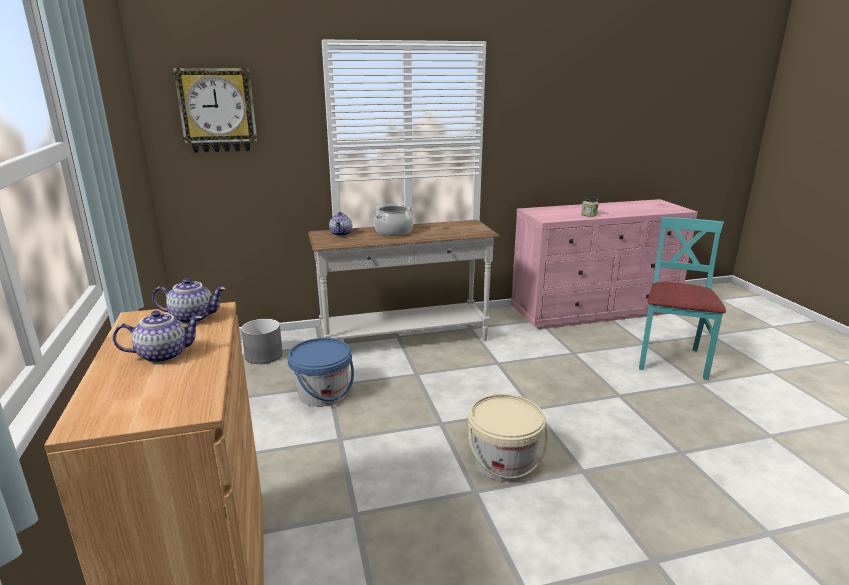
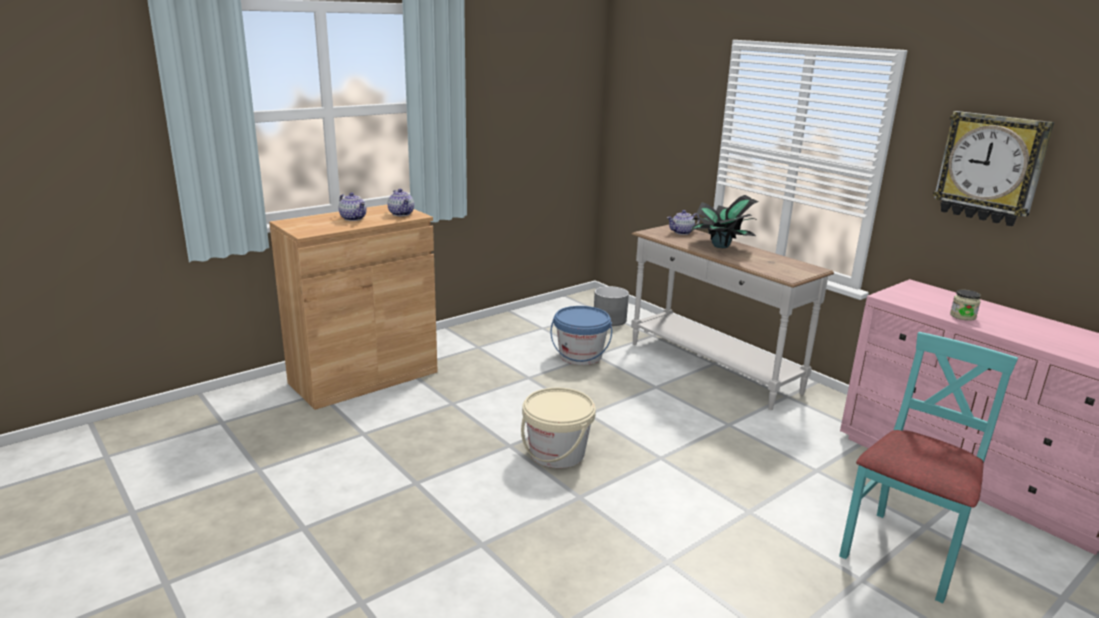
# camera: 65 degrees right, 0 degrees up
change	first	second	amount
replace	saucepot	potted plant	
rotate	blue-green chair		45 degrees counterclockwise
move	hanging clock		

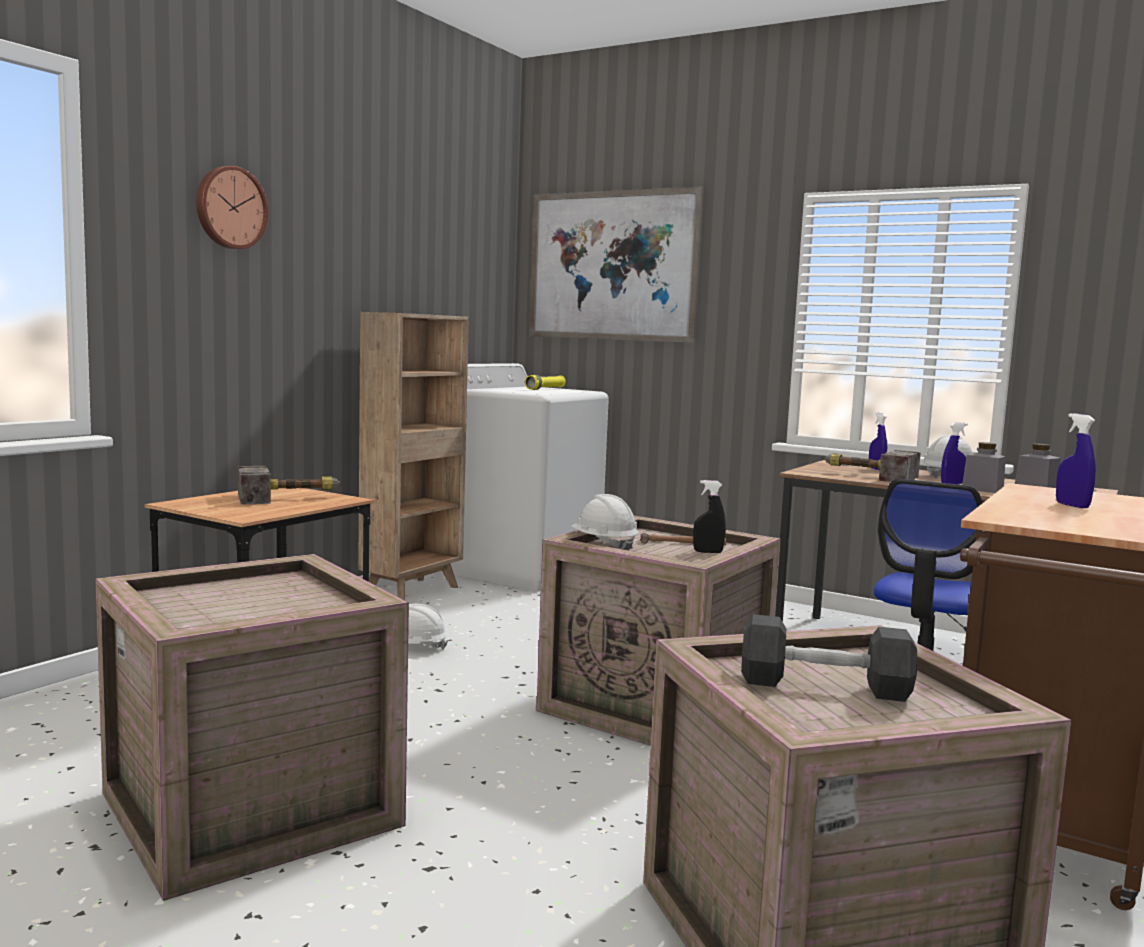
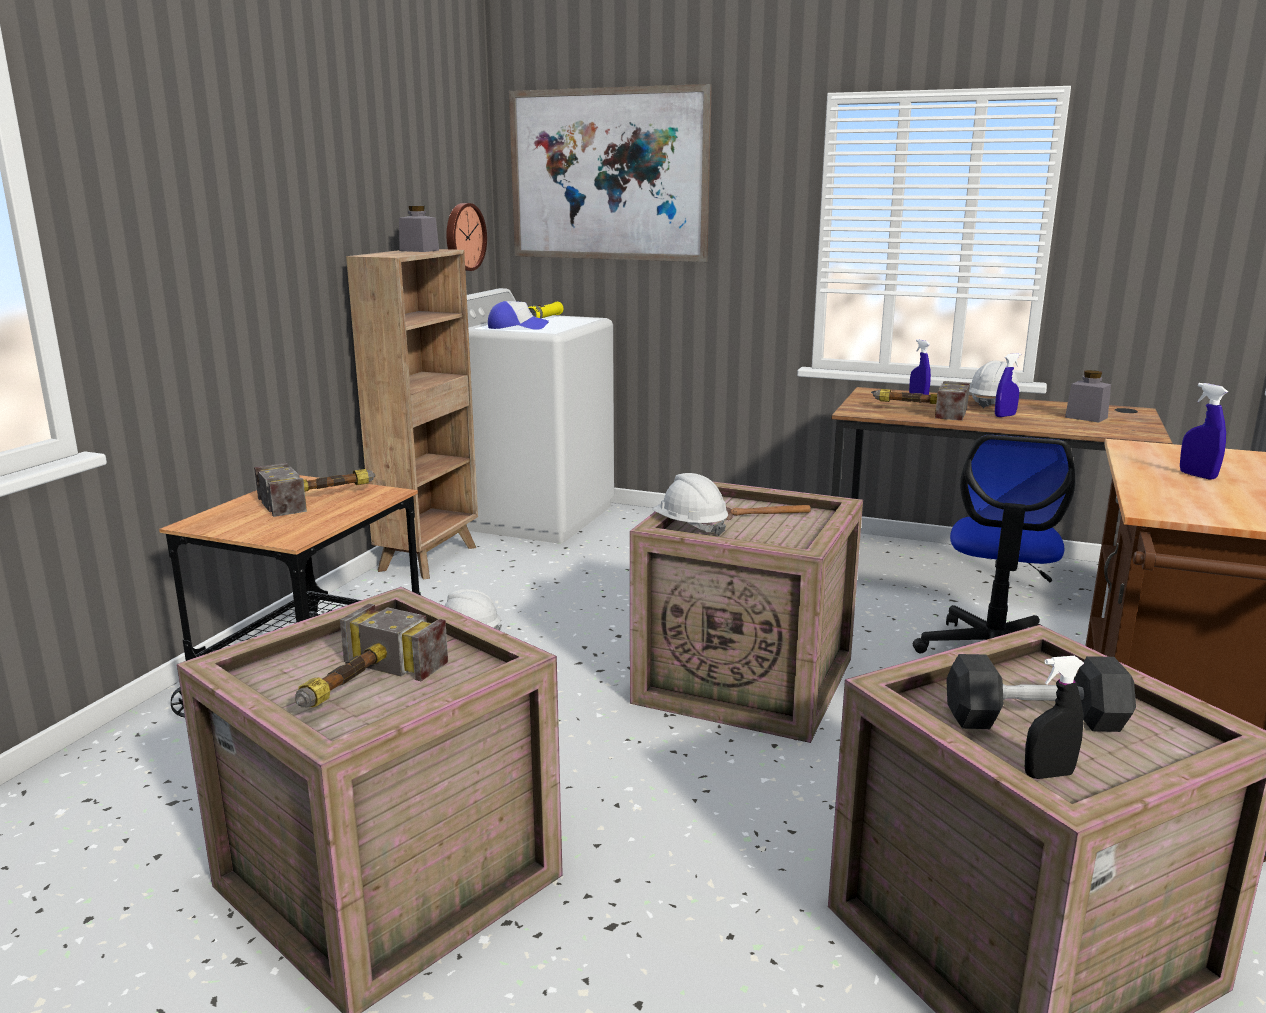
# camera: 10 degrees left, 10 degrees up
change	first	second	amount
insert		hammer (2nd from left)	
move	grey preserve jar (1st from left)		
move	hanging clock		
insert		cap	
move	blackish hand sprayer		

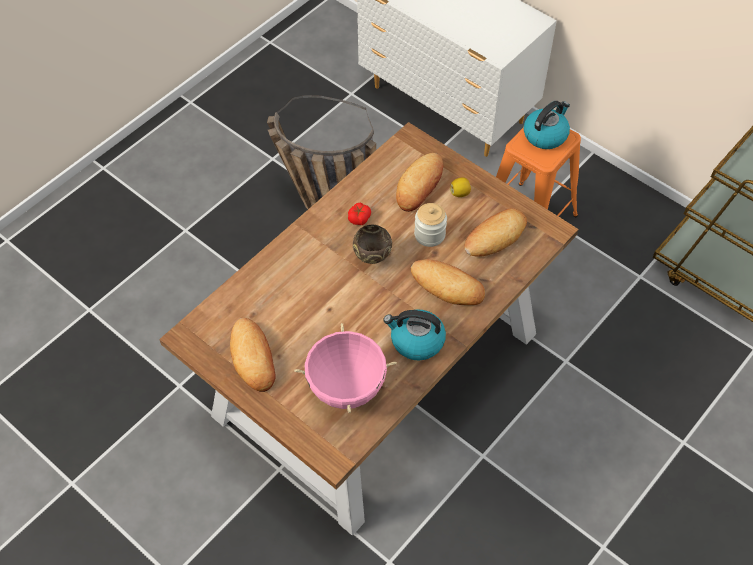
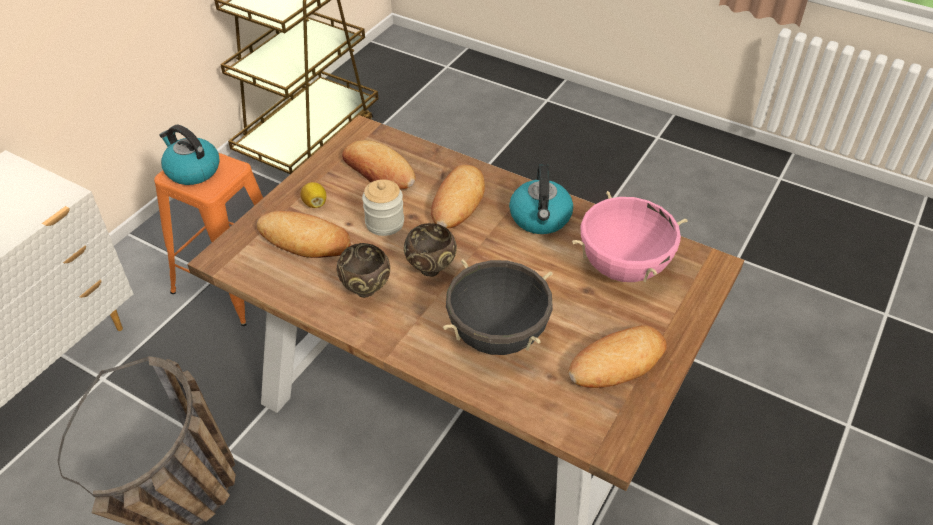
# camera: 100 degrees left, 10 degrees down
change	first	second	amount
replace	whole tomato	brownish serving bowl (1st from left)	
insert		blackish saucepot	

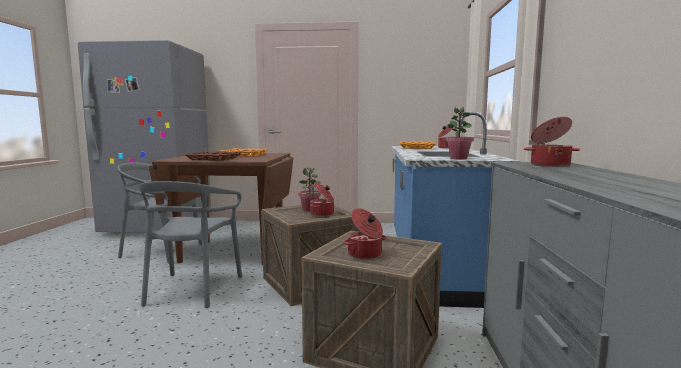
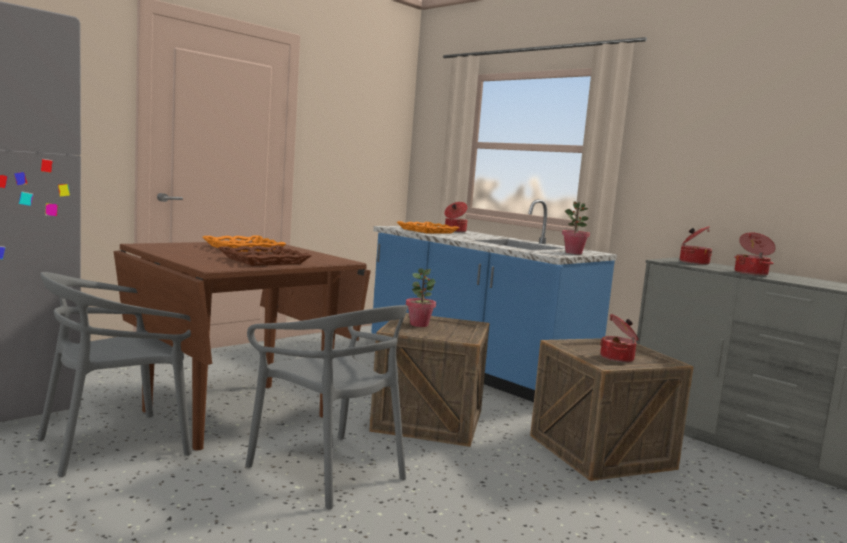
# camera: 50 degrees left, 0 degrees up
change	first	second	amount
move	saucepot (1st from left in the first image)	saucepot (4th from left)	

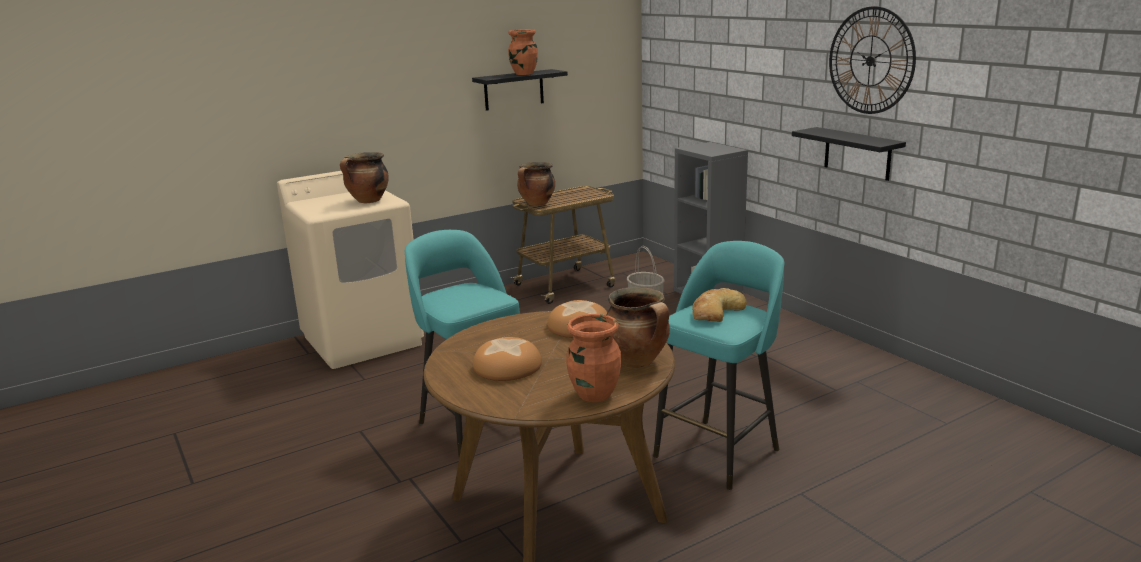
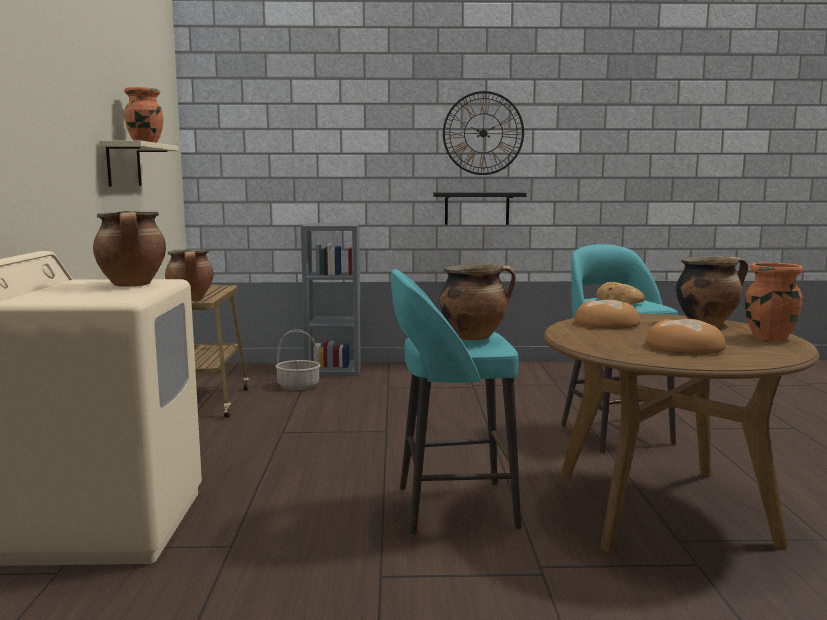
# camera: 60 degrees left, 10 degrees down
change	first	second	amount
recolor	blackish bracket shelf (1st from left)	sand-coloured bracket shelf	
insert		saucepot (3rd from left)	

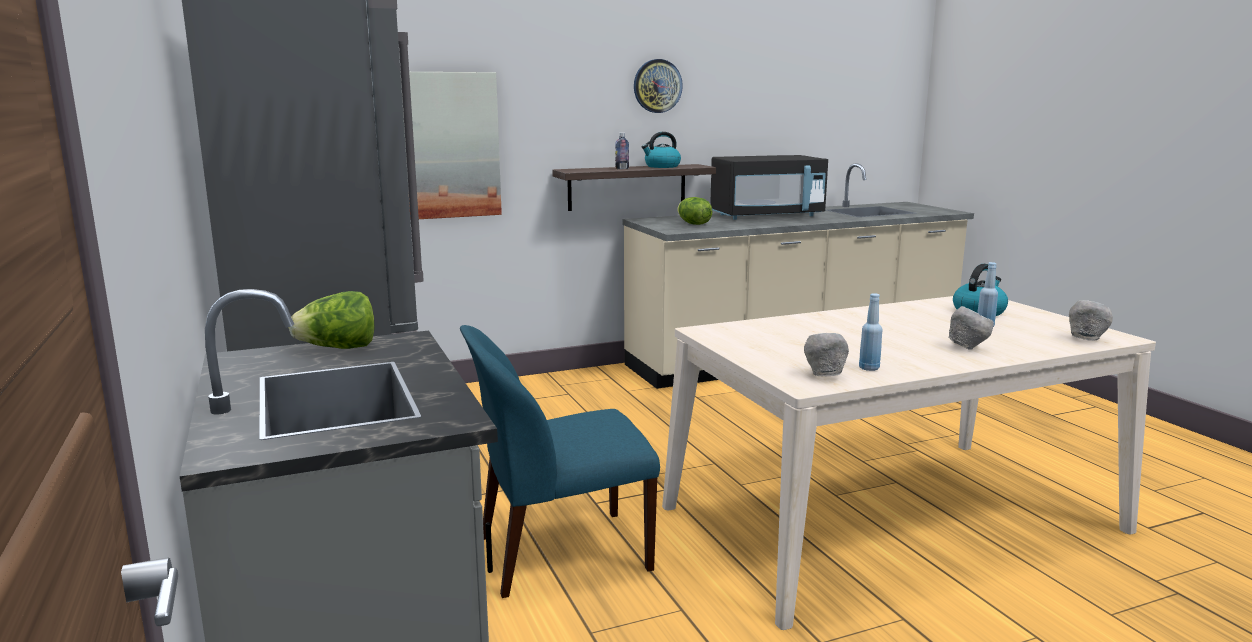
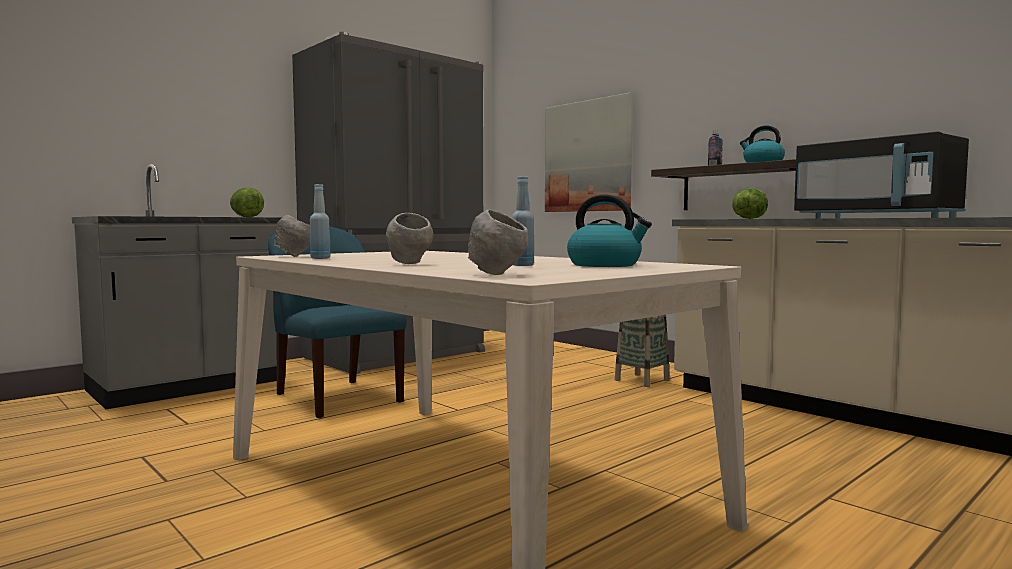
# camera: 70 degrees right, 10 degrees down
change	first	second	amount
insert		basket	
delete	hanging clock		

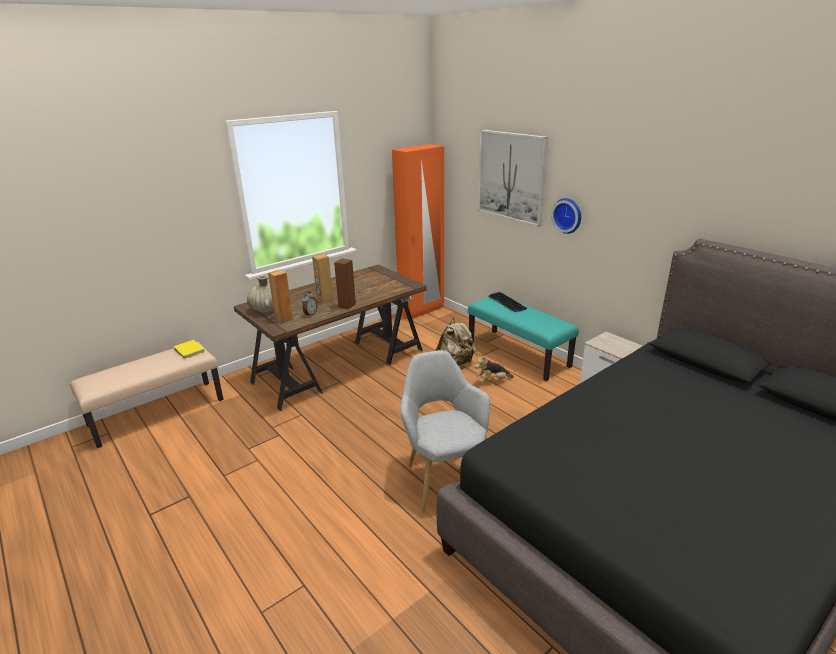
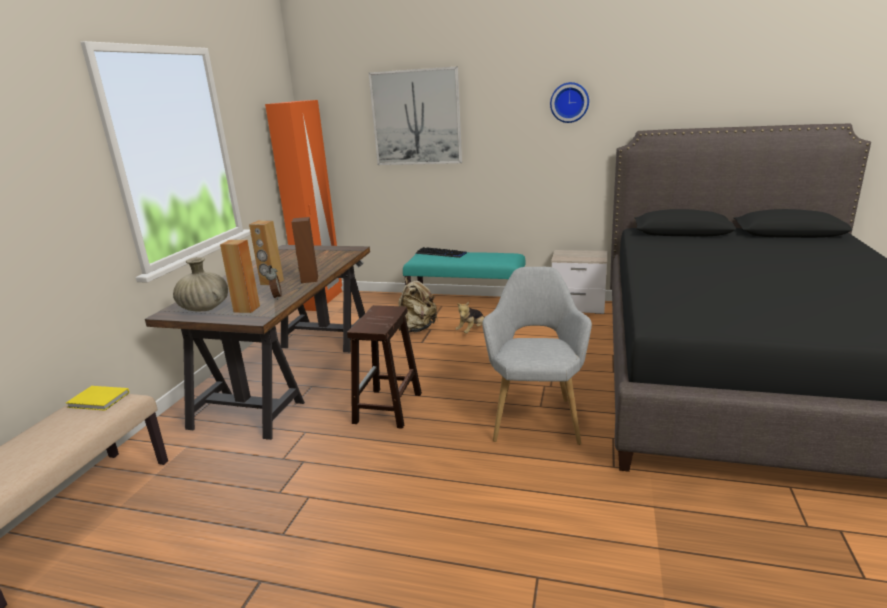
# camera: 35 degrees left, 5 degrees down
change	first	second	amount
insert		brownish stool seat	
rotate	grey easy chair		60 degrees clockwise
move	hanging clock		

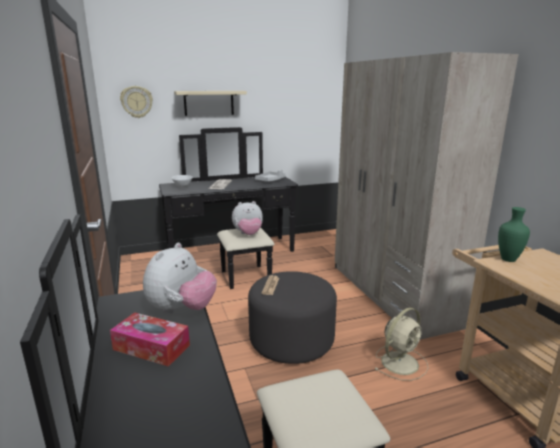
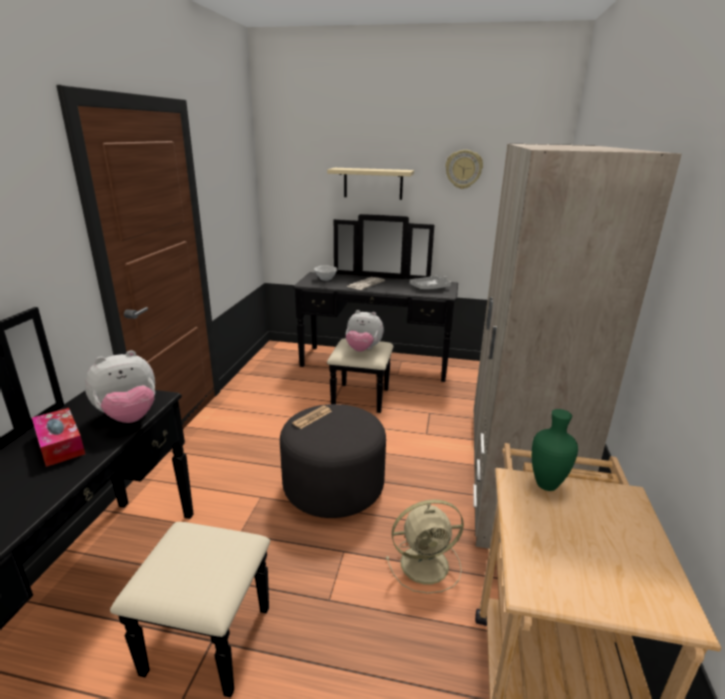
# camera: 30 degrees right, 5 degrees up
change	first	second	amount
move	hanging clock		

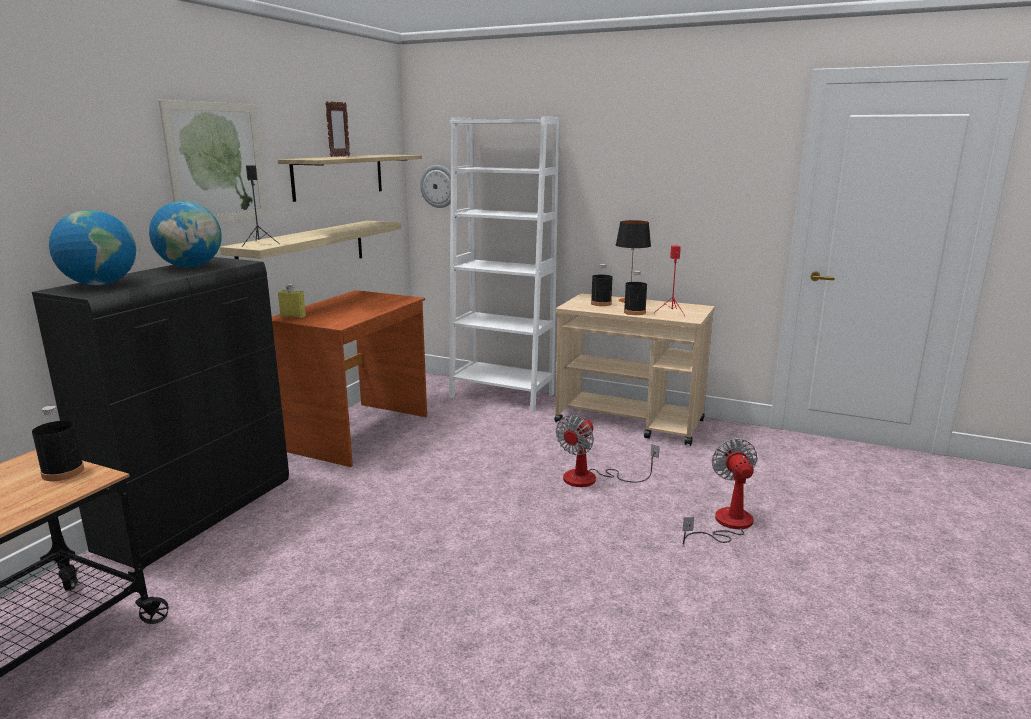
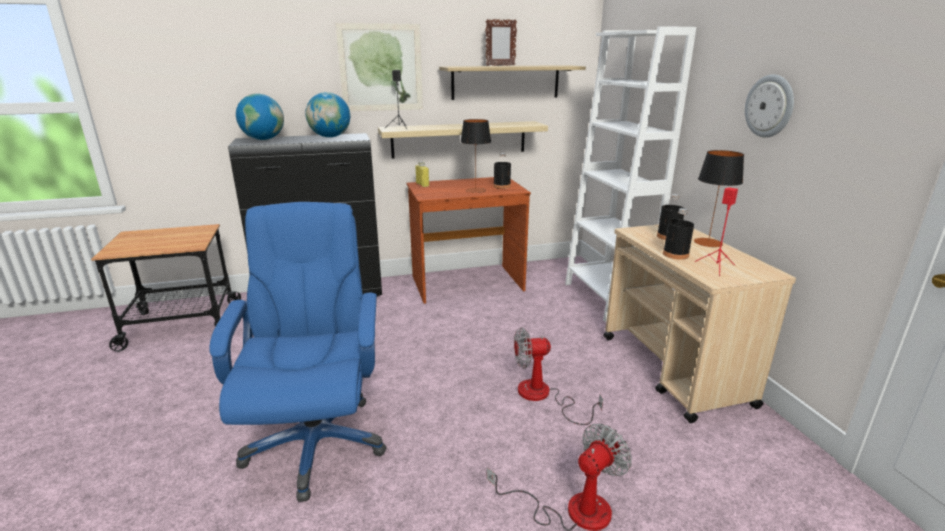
# camera: 50 degrees right, 5 degrees up
change	first	second	amount
insert		bluish desk chair	
insert		table lamp (1st from left)	
move	blackish beverage bottle (1st from left)		
move	hanging clock		

